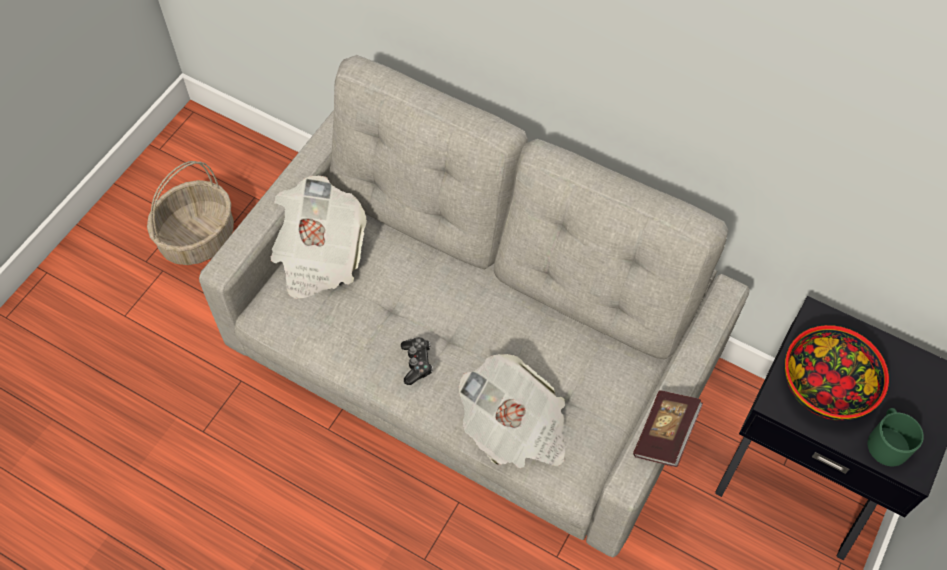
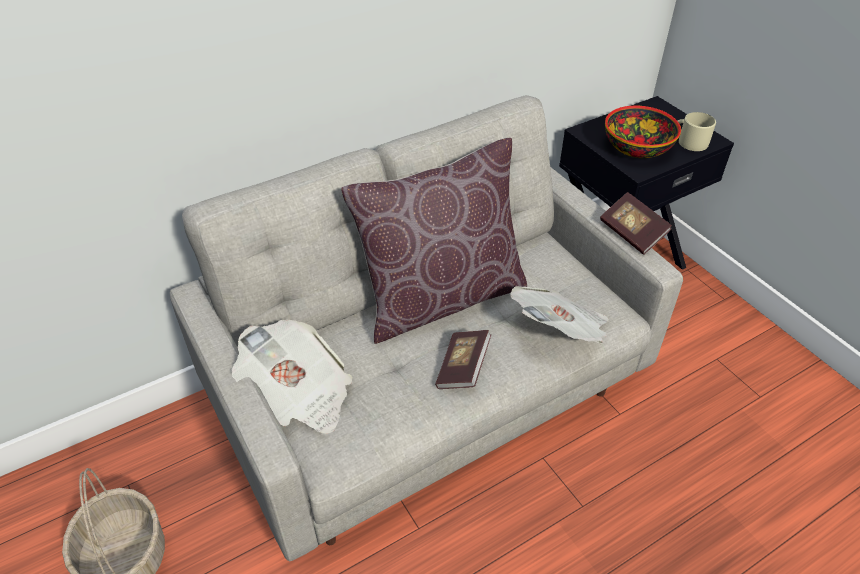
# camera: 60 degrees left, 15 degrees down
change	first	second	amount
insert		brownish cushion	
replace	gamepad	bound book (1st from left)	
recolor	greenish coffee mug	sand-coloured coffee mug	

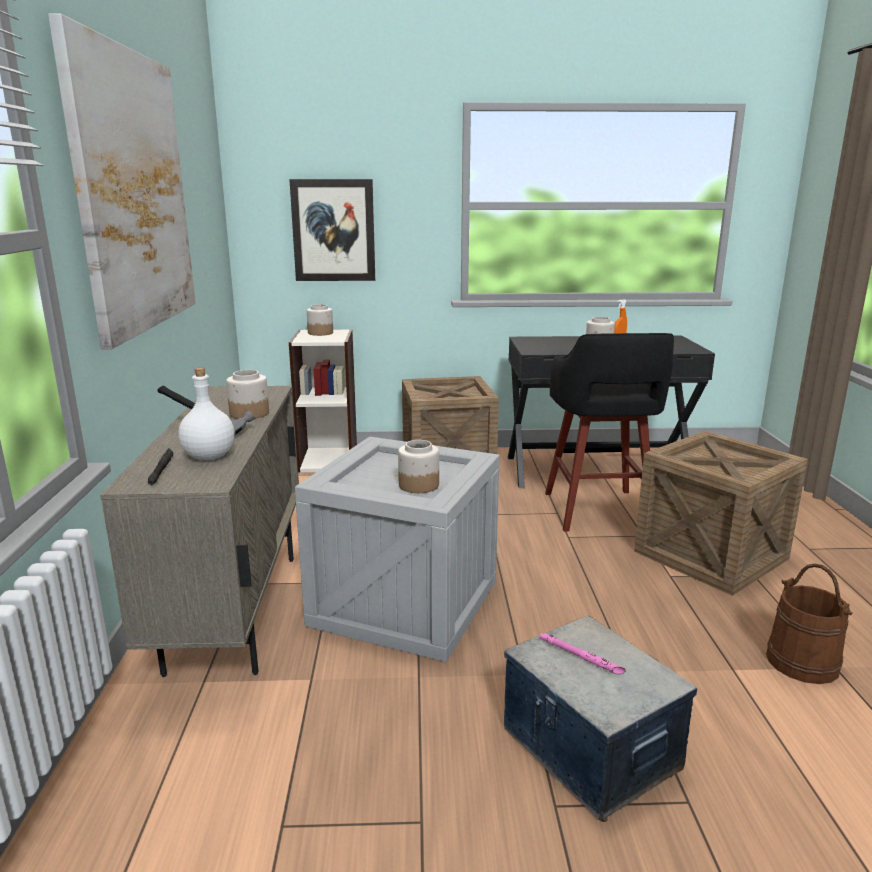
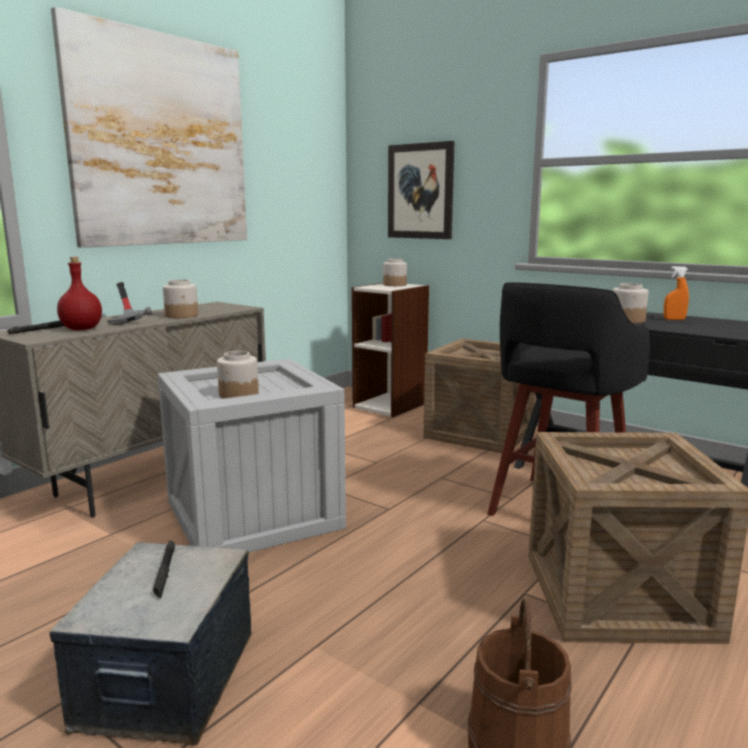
# camera: 40 degrees right, 5 degrees down
change	first	second	amount
recolor	white-coloured beverage bottle	reddish beverage bottle	
recolor	pink hand torch	blackish hand torch (2nd from left)	

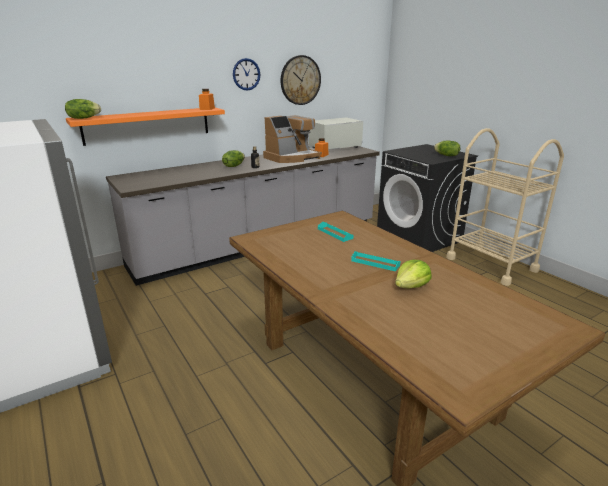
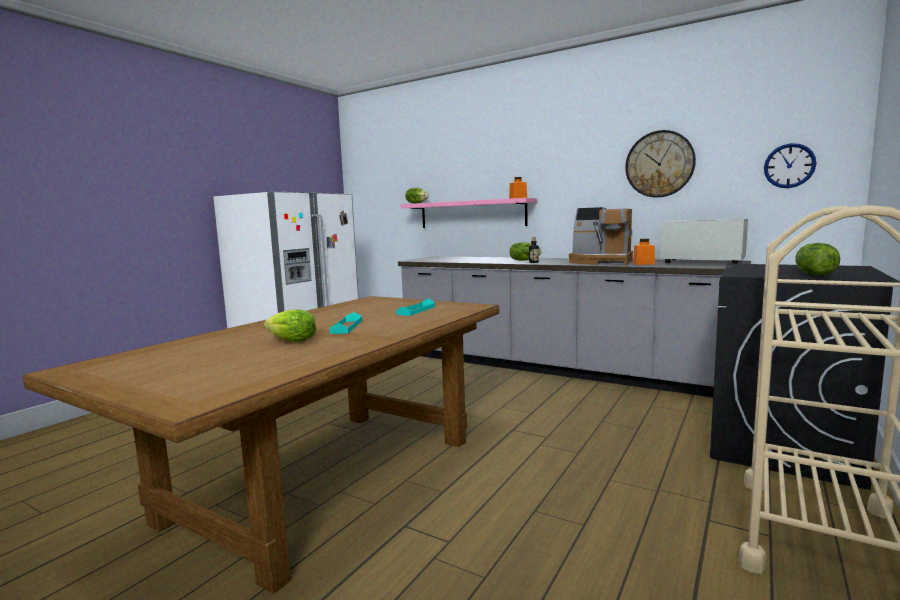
# camera: 65 degrees right, 15 degrees down
change	first	second	amount
recolor	orange-coloured bracket shelf	pink bracket shelf	
move	hanging clock (1st from left in the first image)	hanging clock (2nd from left)	

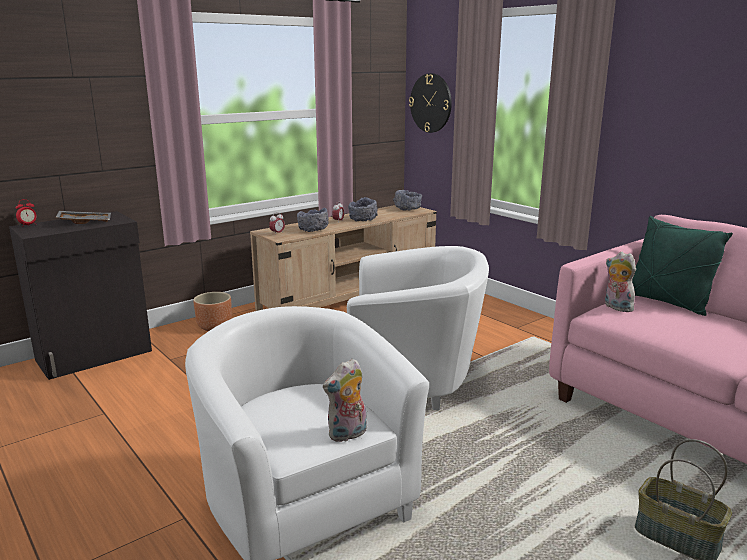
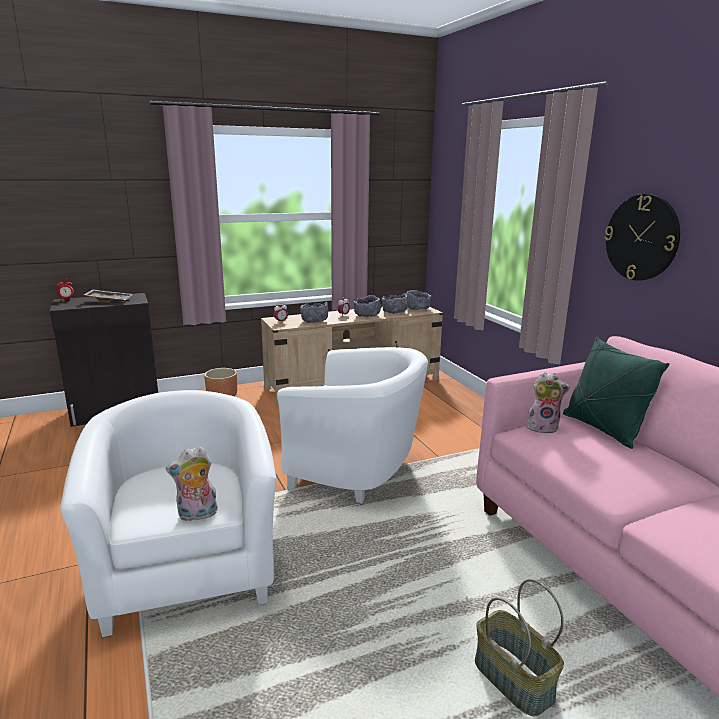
# camera: 15 degrees right, 0 degrees up
change	first	second	amount
insert		grey serving bowl (3rd from left)	
rotate	soft toy (2nd from left)		120 degrees clockwise
move	hanging clock		

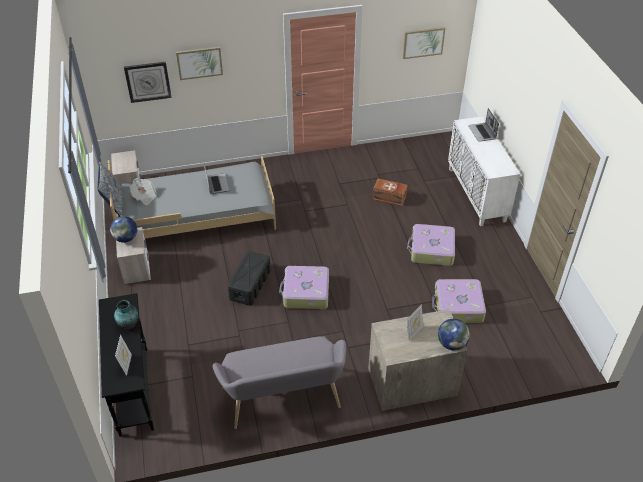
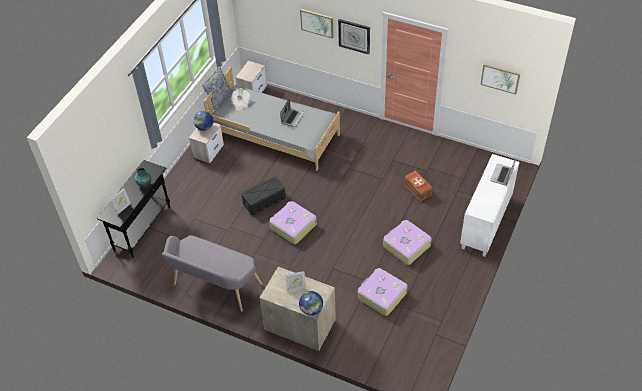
# camera: 40 degrees right, 5 degrees up
change	first	second	amount
move	hanging clock		

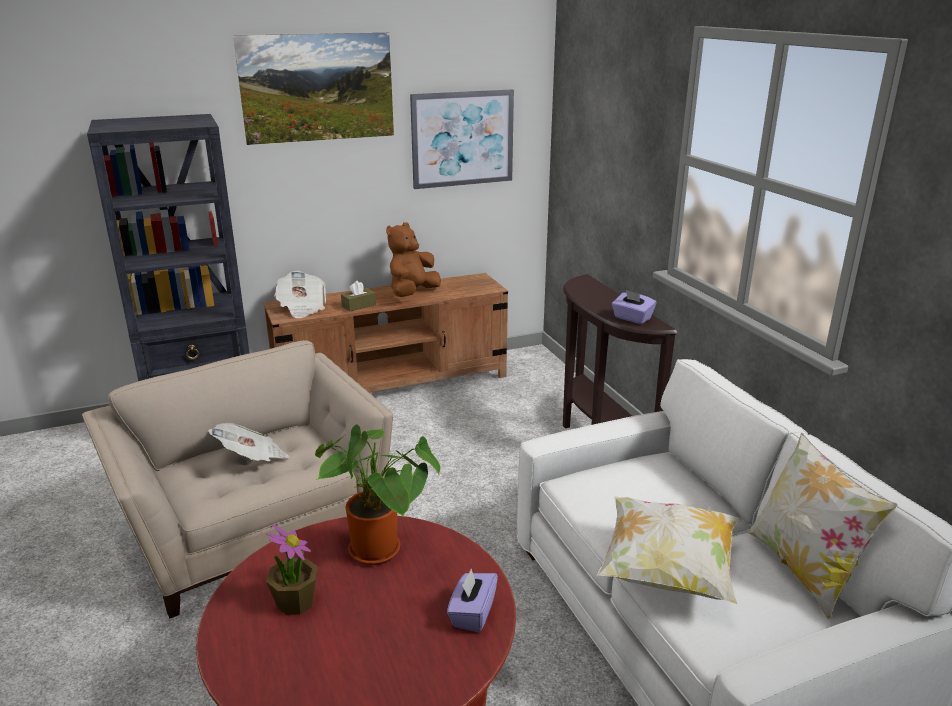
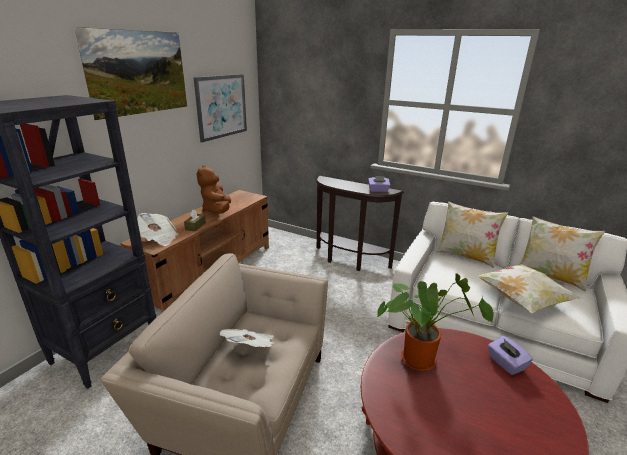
# camera: 40 degrees left, 0 degrees up
change	first	second	amount
insert		cushion (1st from left)	
delete	potted plant (1st from left)		

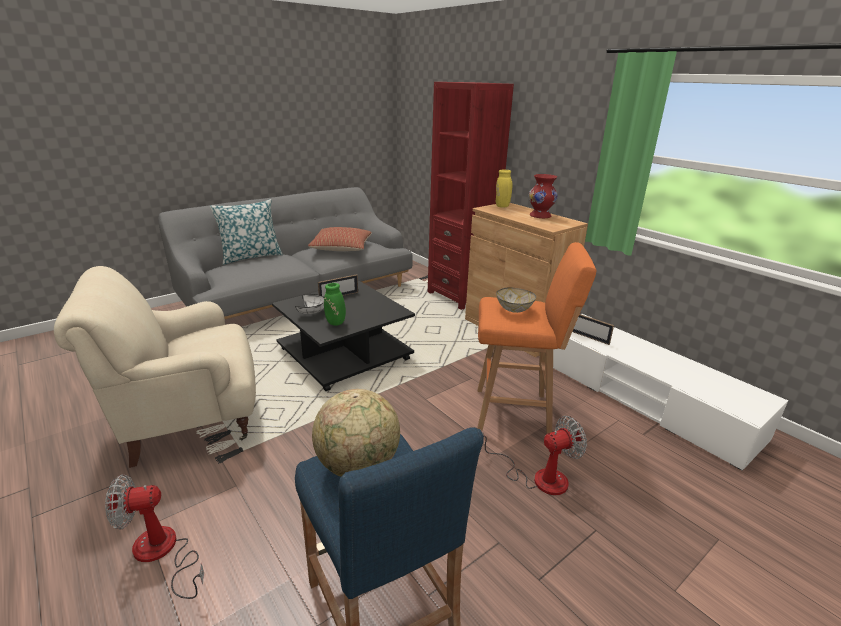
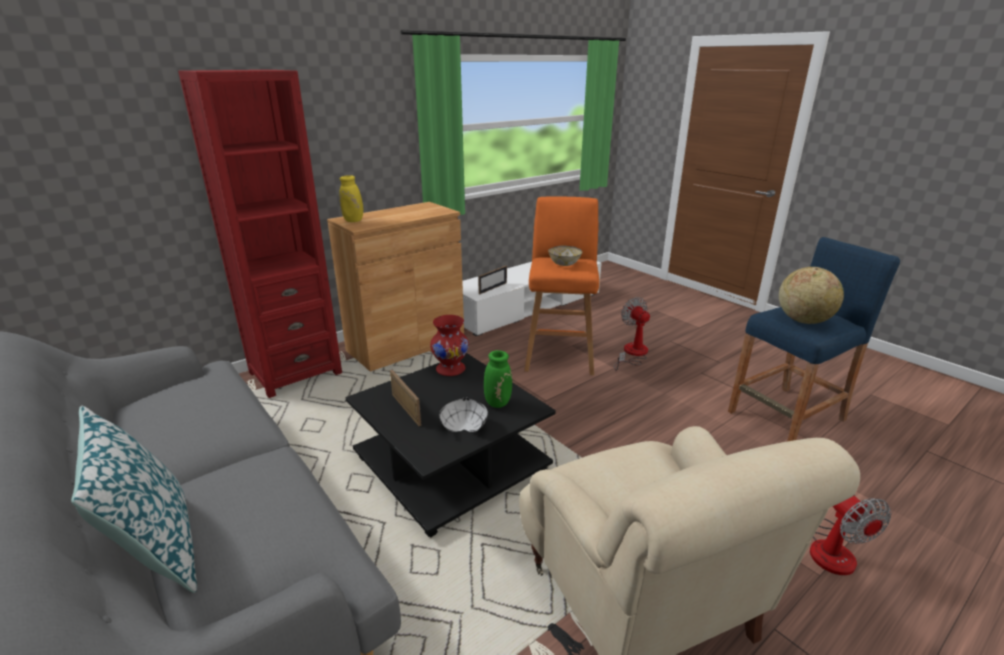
# camera: 90 degrees left, 0 degrees up
change	first	second	amount
move	reddish flower vase		
delete	cushion (2nd from left)		

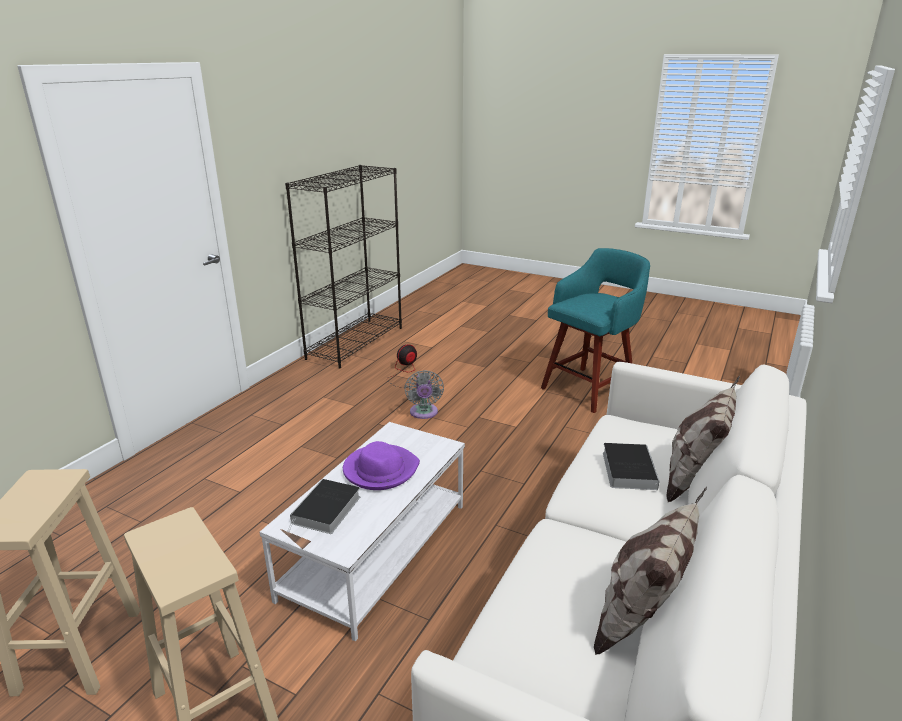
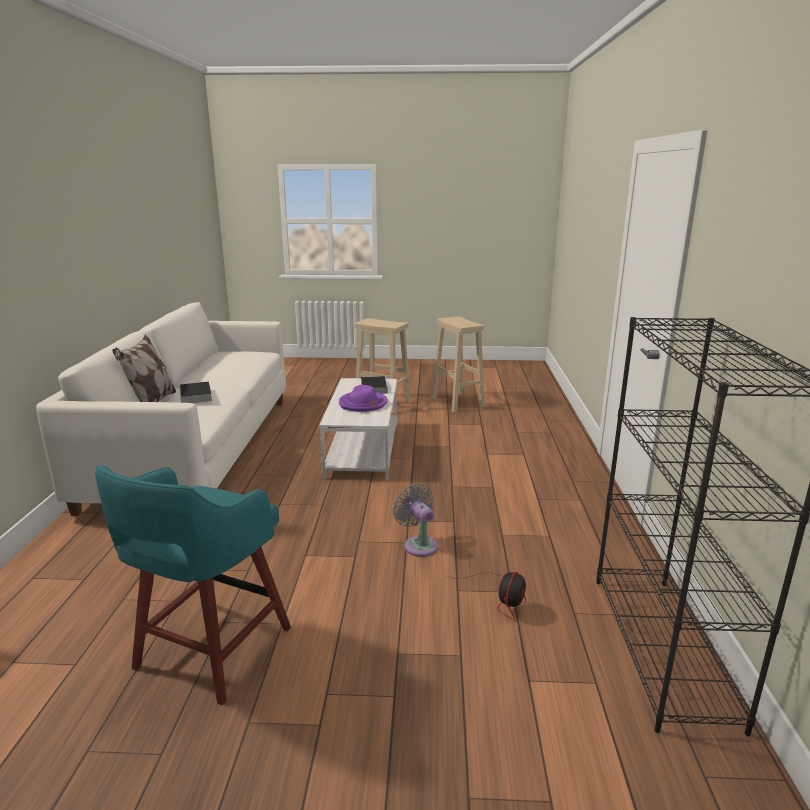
# camera: 155 degrees right, 5 degrees down
change	first	second	amount
delete	cushion (1st from left)		

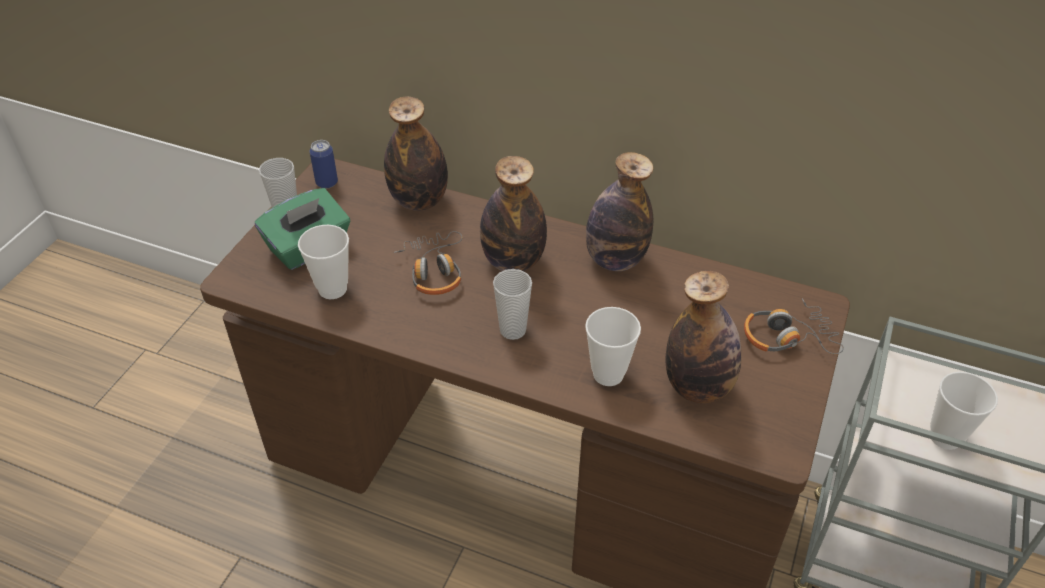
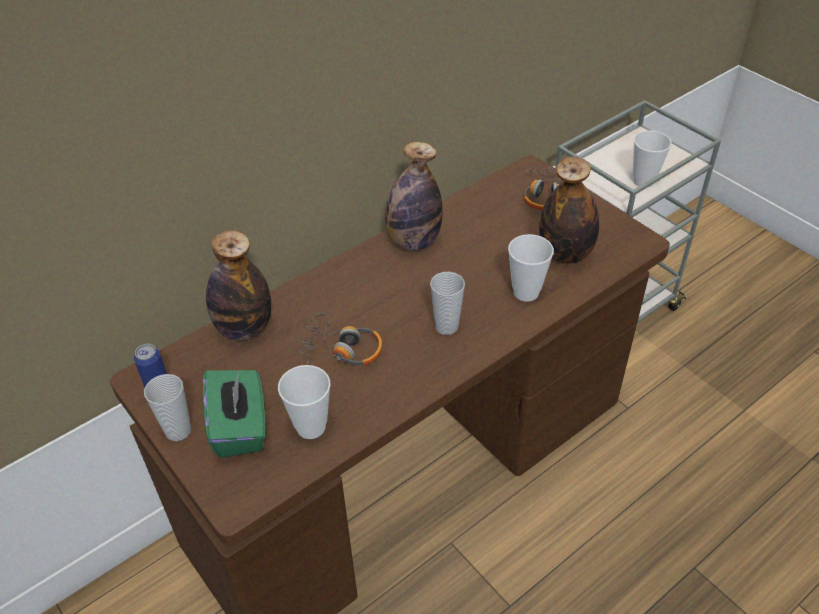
# camera: 60 degrees left, 0 degrees up
change	first	second	amount
delete	beverage bottle (2nd from left)		

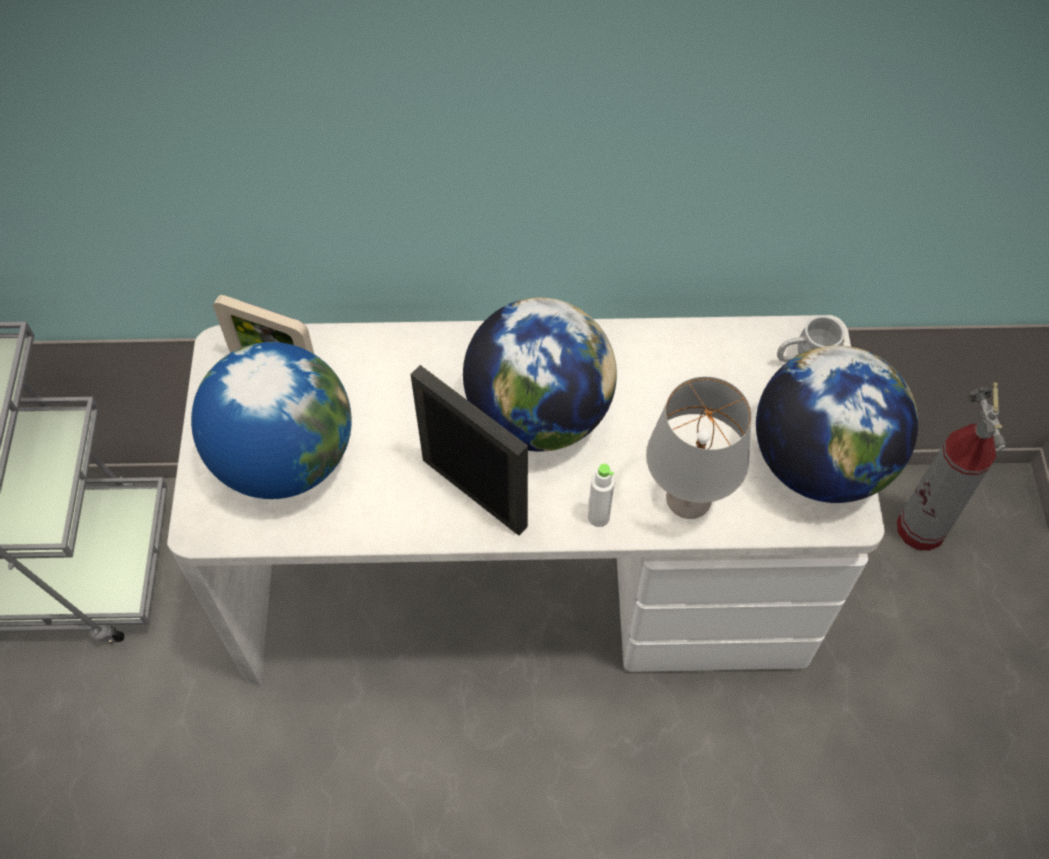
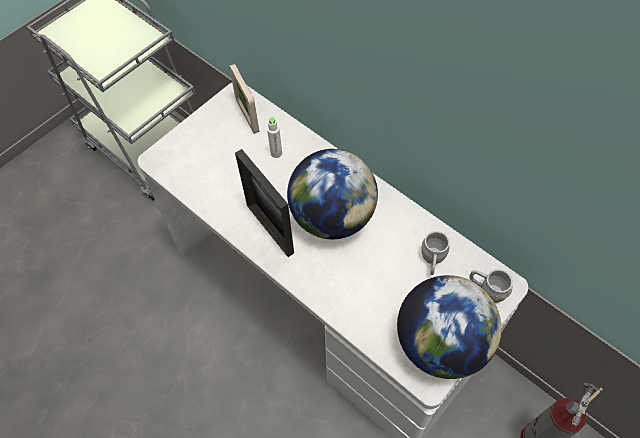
# camera: 45 degrees right, 0 degrees up
change	first	second	amount
rotate	picture frame (2nd from left)		150 degrees clockwise
move	white-coloured beverage bottle		
insert		grey coffee mug (1st from left)	
delete	world globe (1st from left)		
delete	grey table lamp		

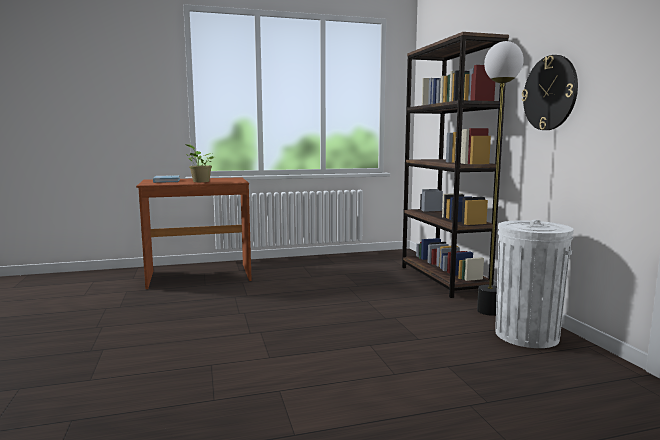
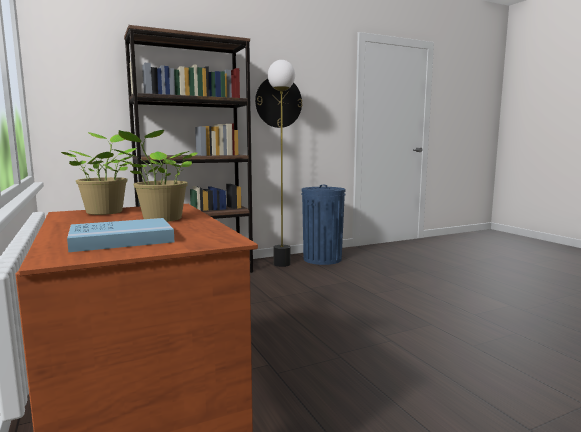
# camera: 100 degrees left, 0 degrees up
change	first	second	amount
insert		potted plant (1st from left)	
recolor	white-coloured rubbish bin	bluish rubbish bin	

